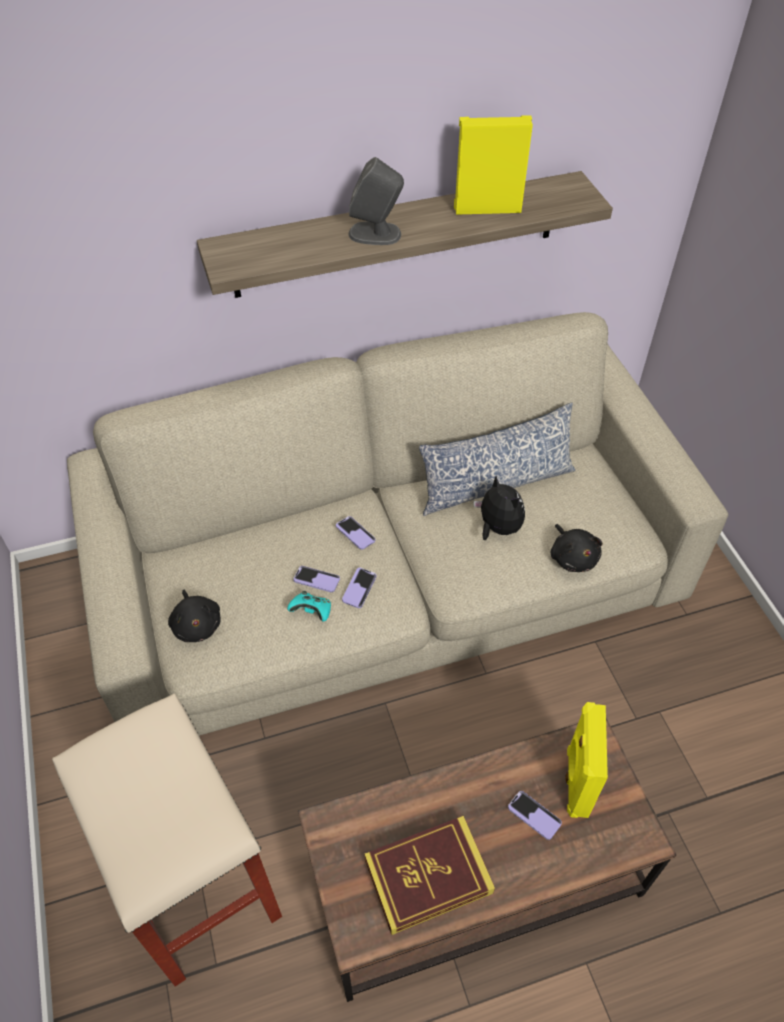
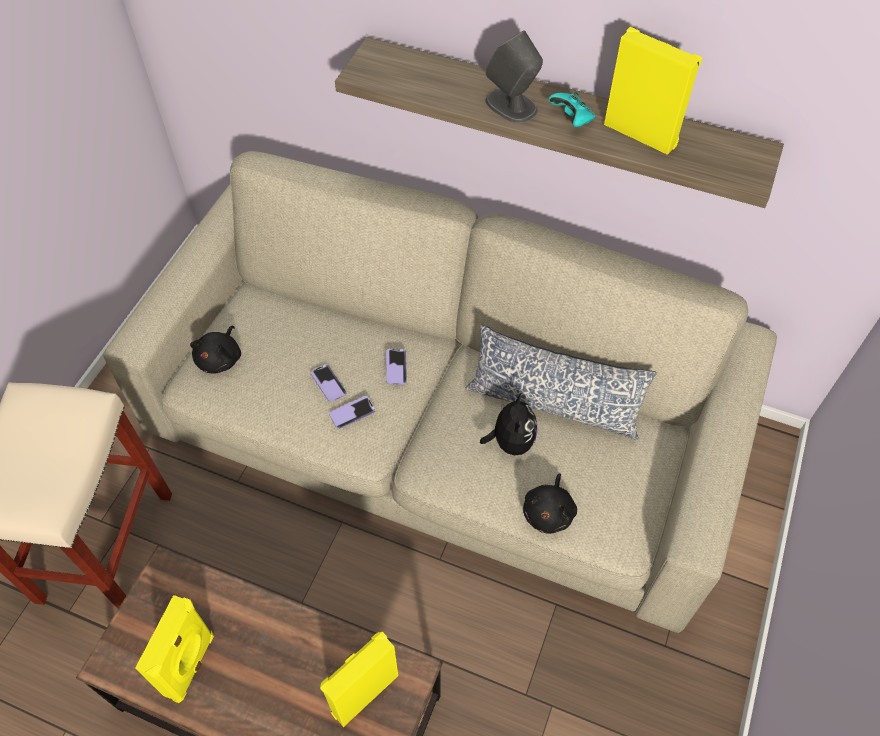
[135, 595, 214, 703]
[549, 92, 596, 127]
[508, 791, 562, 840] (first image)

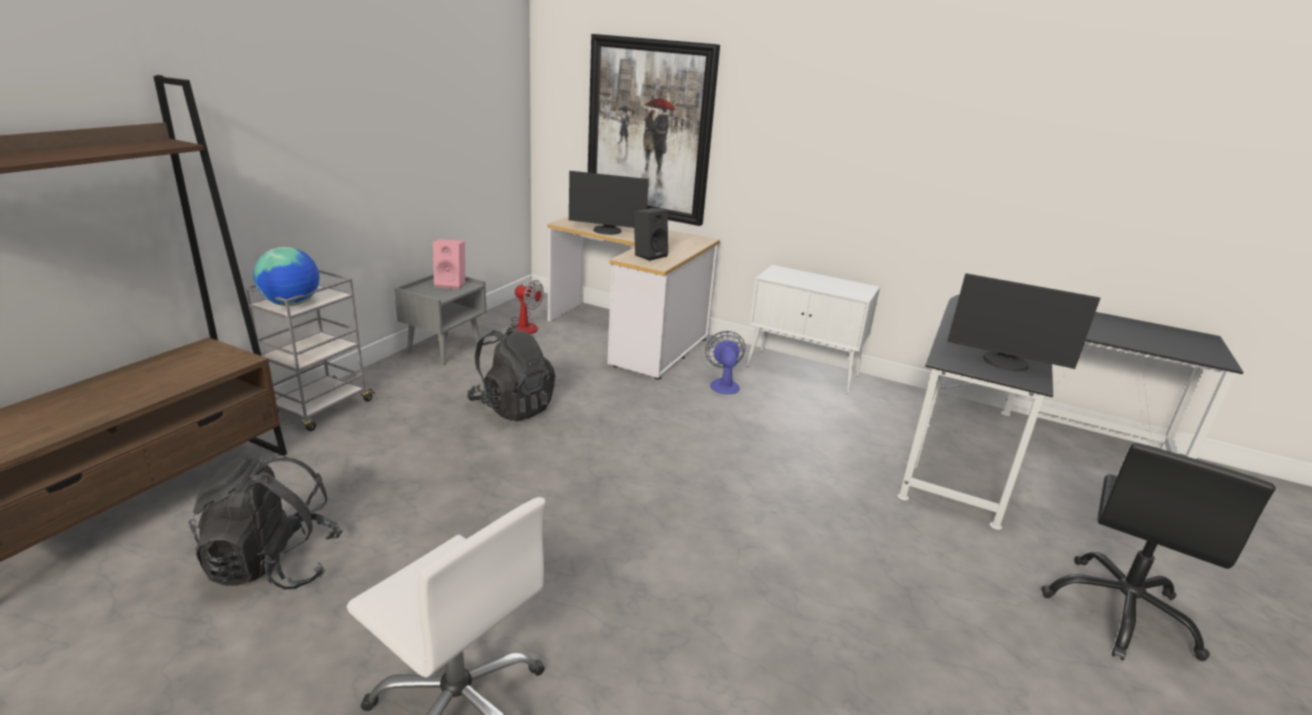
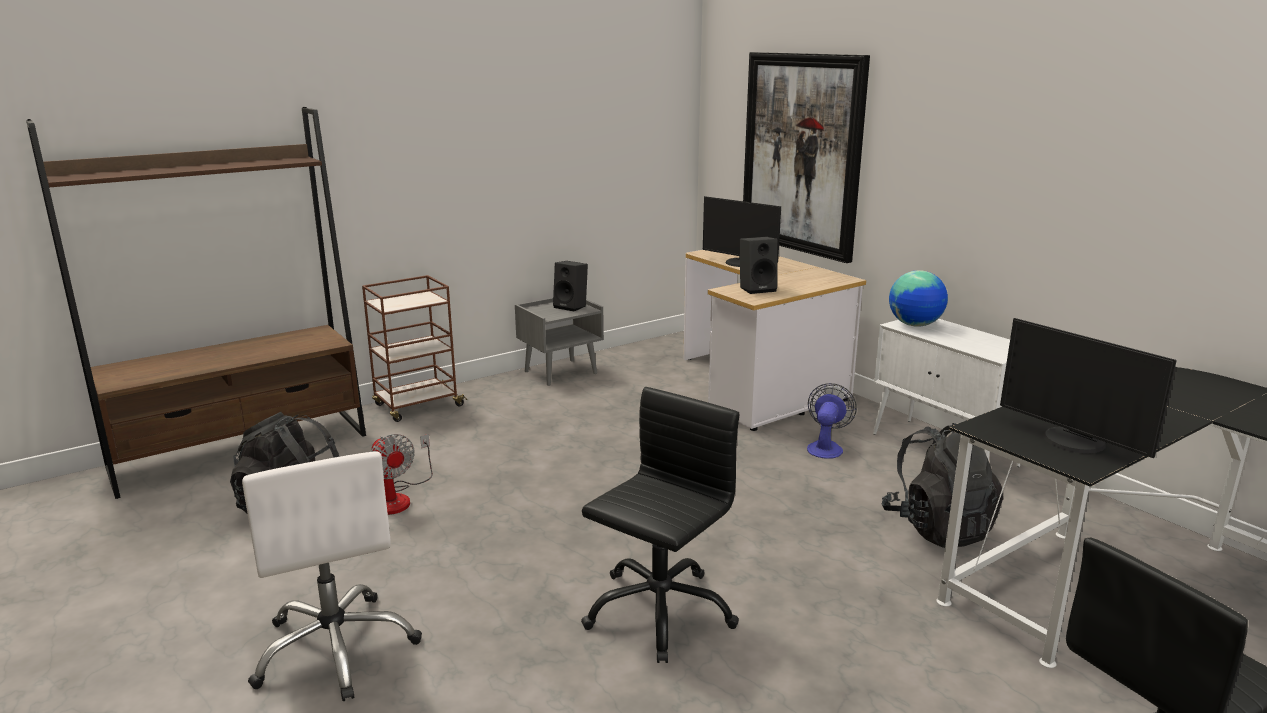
[362, 275, 467, 422]
[371, 434, 433, 515]
[553, 261, 588, 311]
[581, 387, 739, 663]
[882, 423, 1003, 548]
[889, 270, 948, 327]

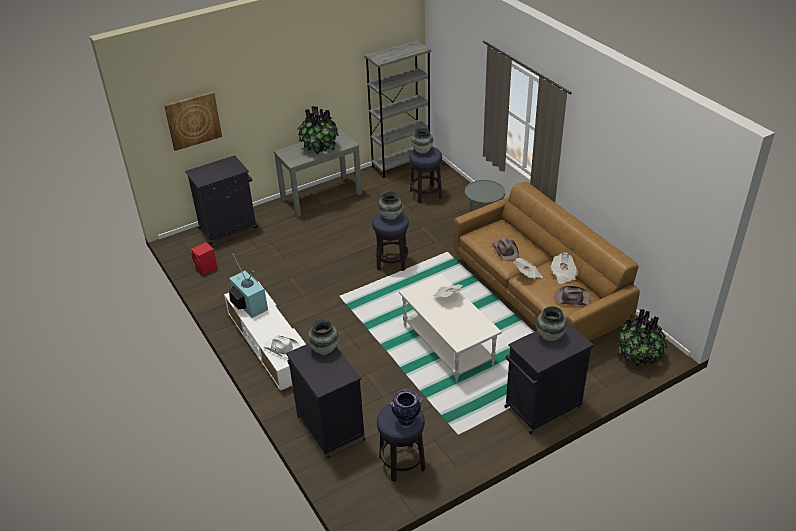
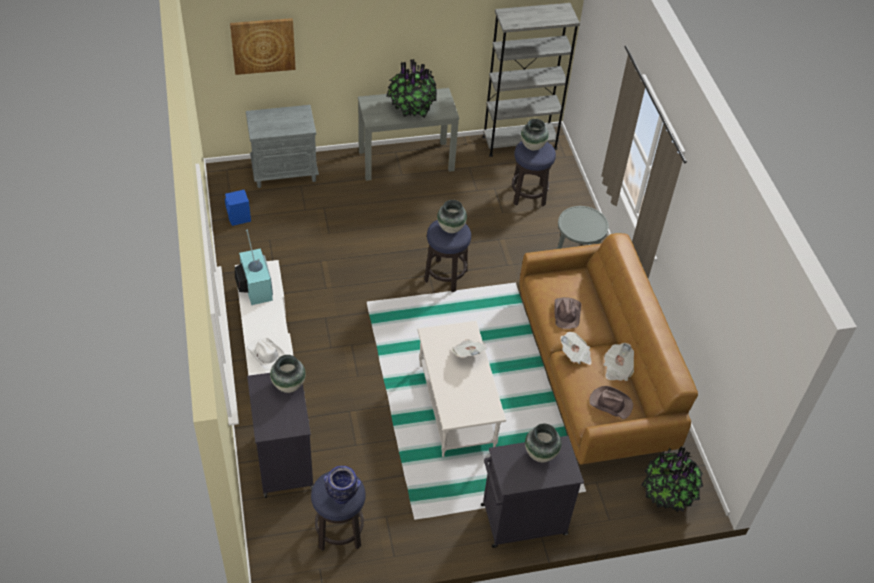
[225, 190, 251, 226]
[246, 105, 319, 188]

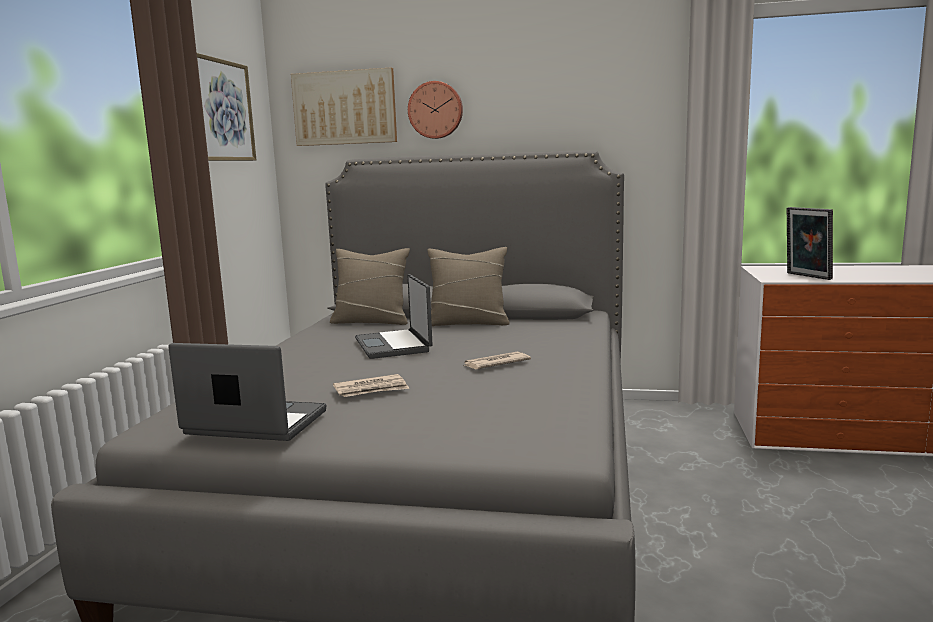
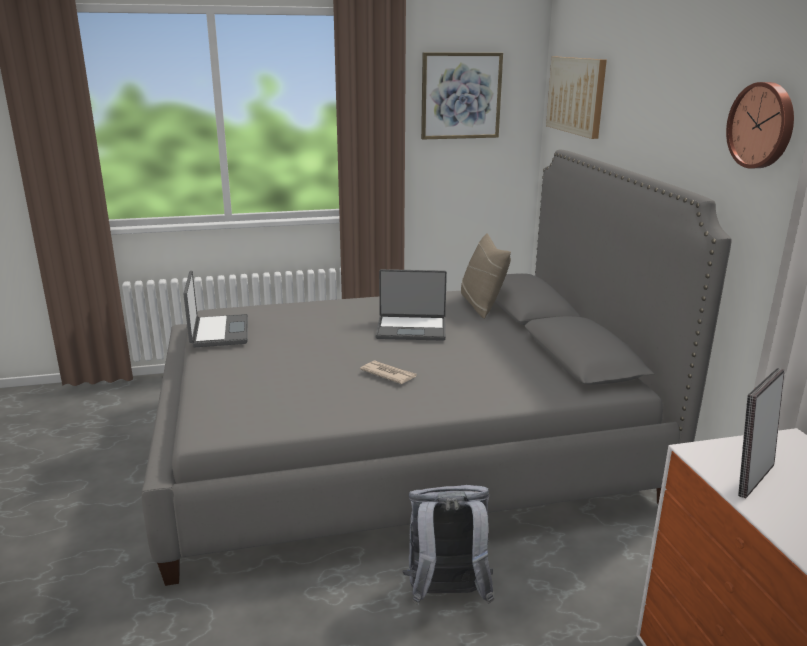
[376, 269, 447, 341]
[402, 485, 494, 605]
[726, 82, 794, 168]
[333, 374, 409, 397] (first image)
[427, 247, 510, 326] (first image)

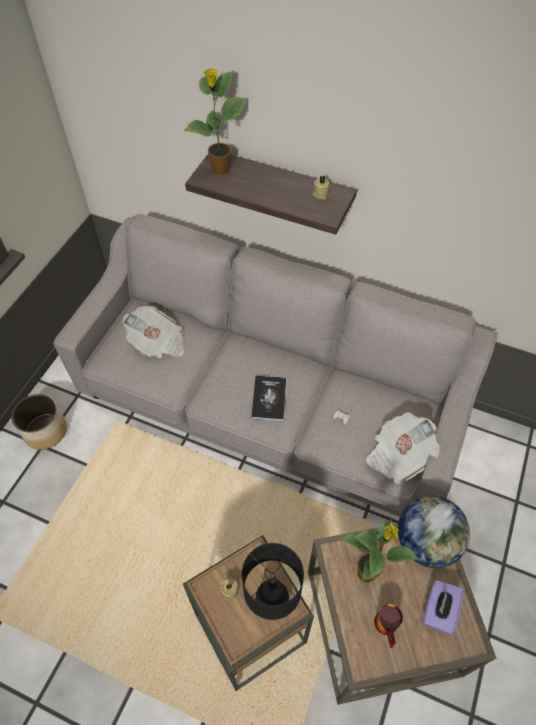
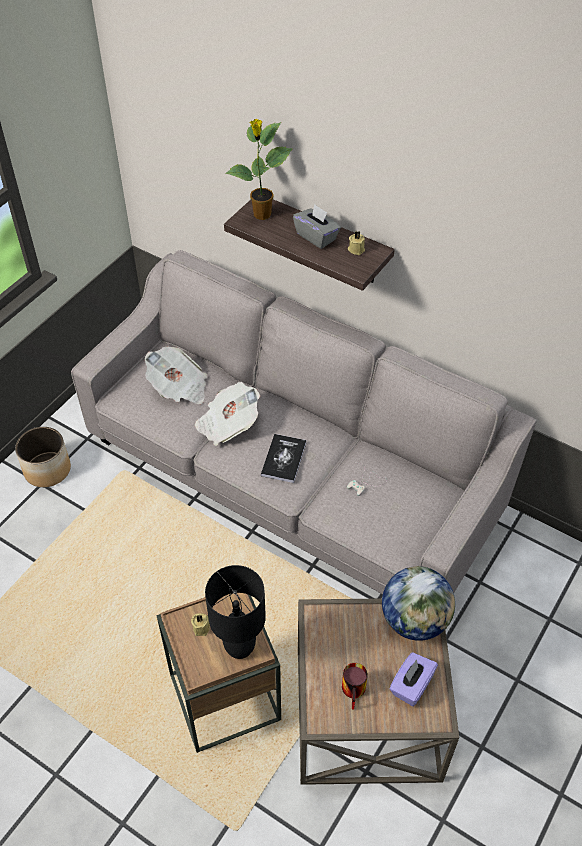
[195, 382, 260, 446]
[293, 204, 341, 249]
[341, 519, 420, 583] (first image)

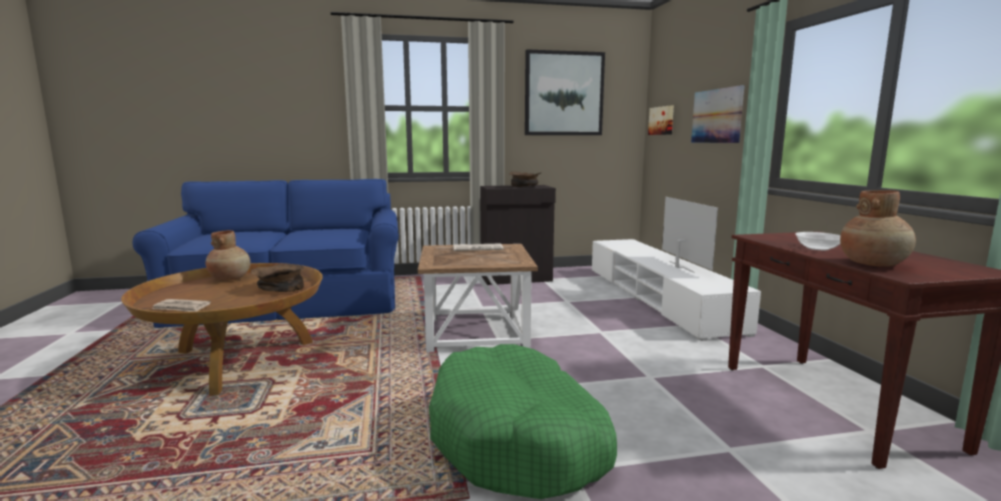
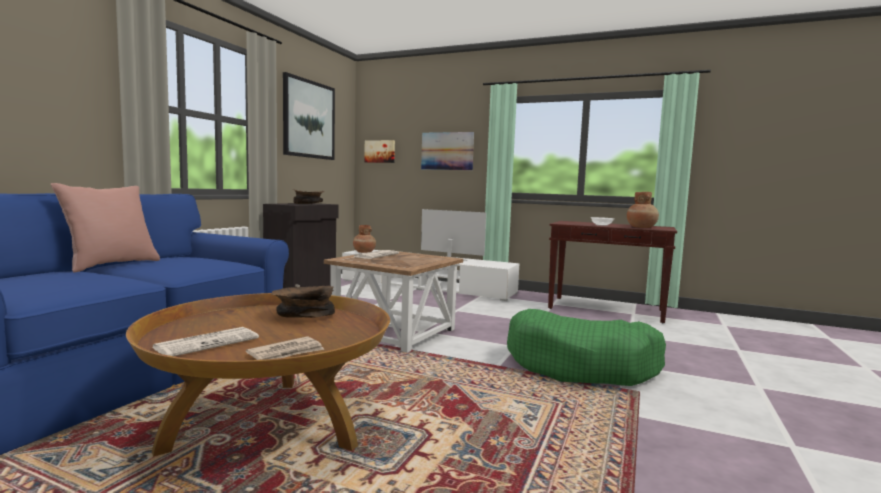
[51, 183, 160, 273]
[152, 327, 259, 356]
[353, 225, 376, 253]

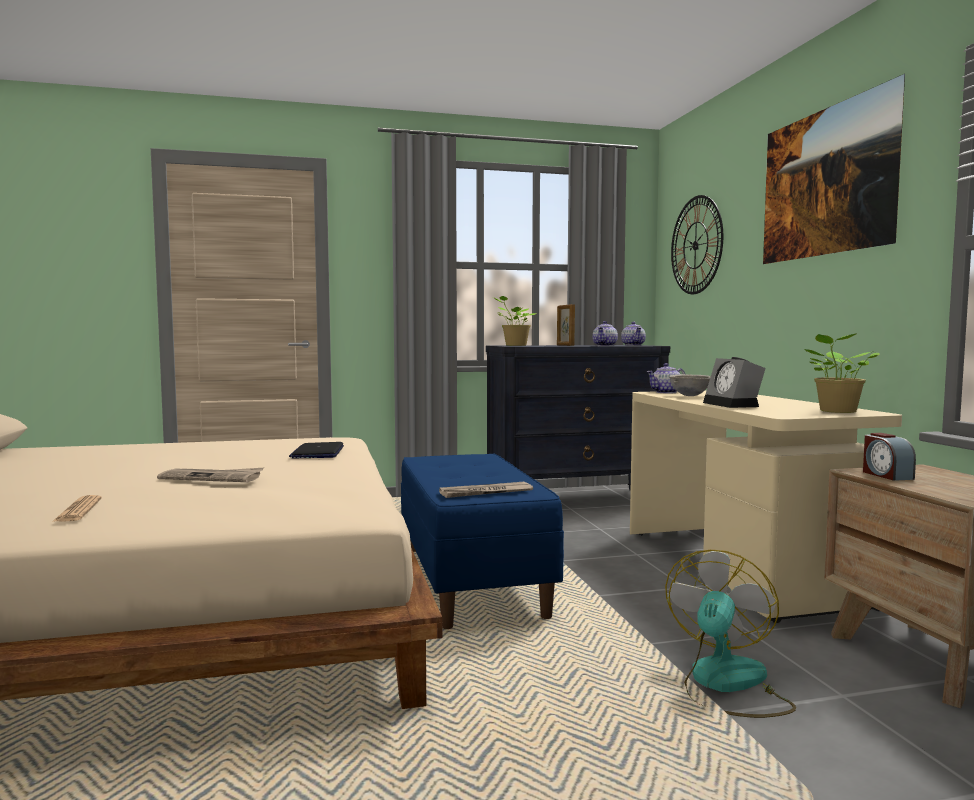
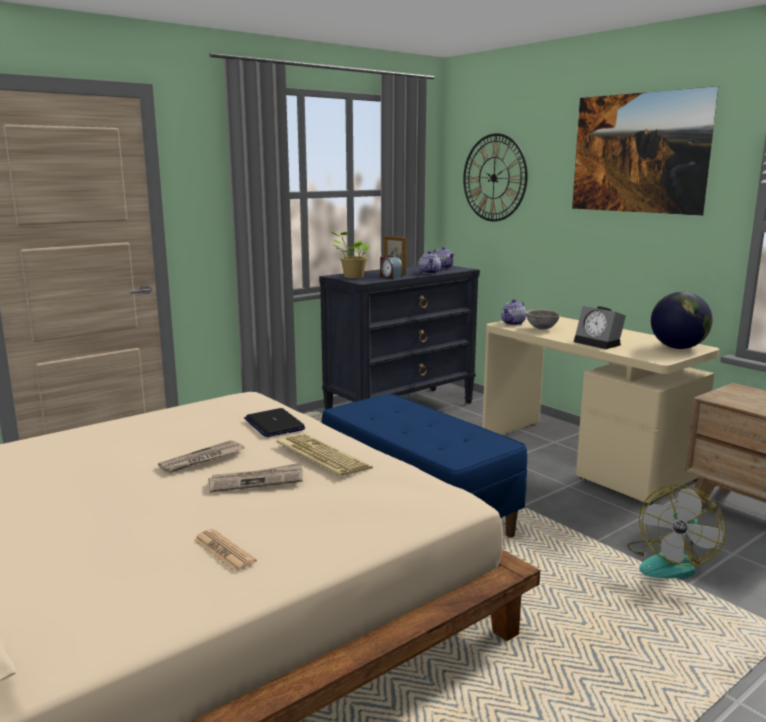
[158, 440, 244, 473]
[276, 434, 373, 476]
[380, 255, 402, 279]
[627, 485, 726, 579]
[651, 292, 712, 349]

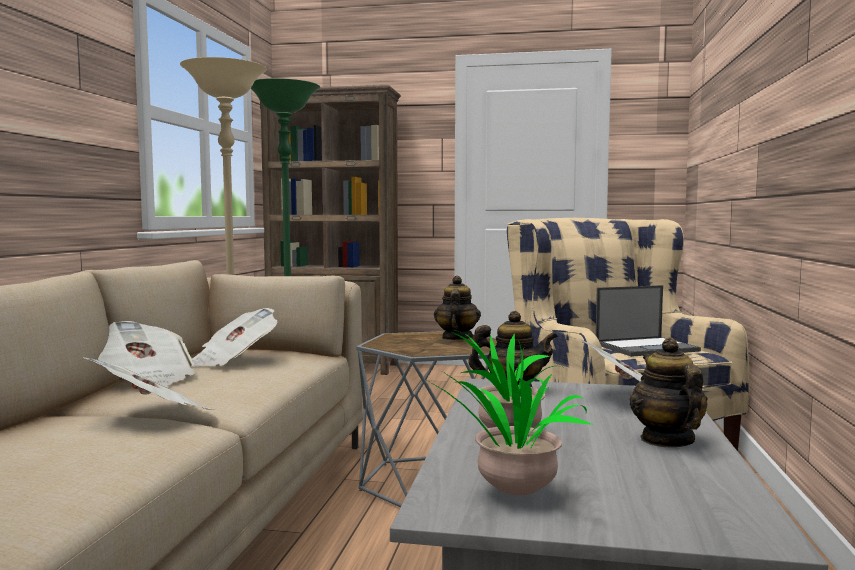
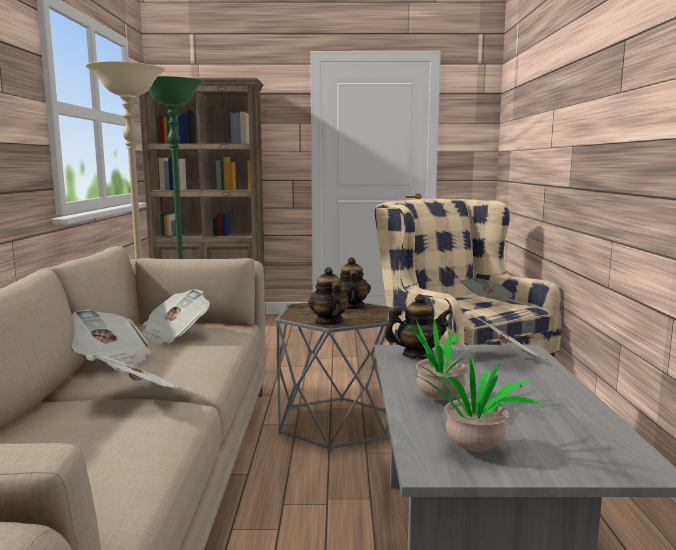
[308, 267, 349, 325]
[460, 278, 514, 301]

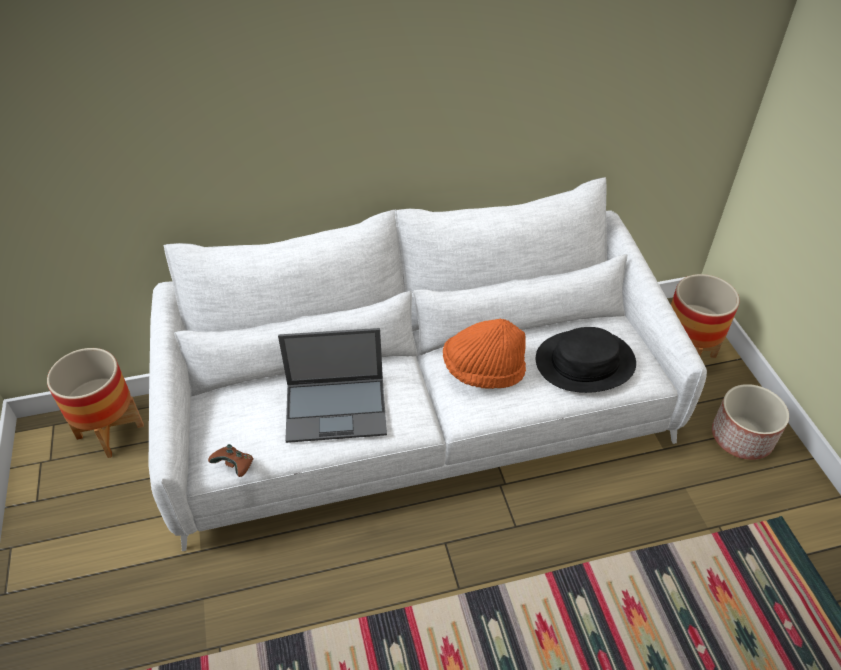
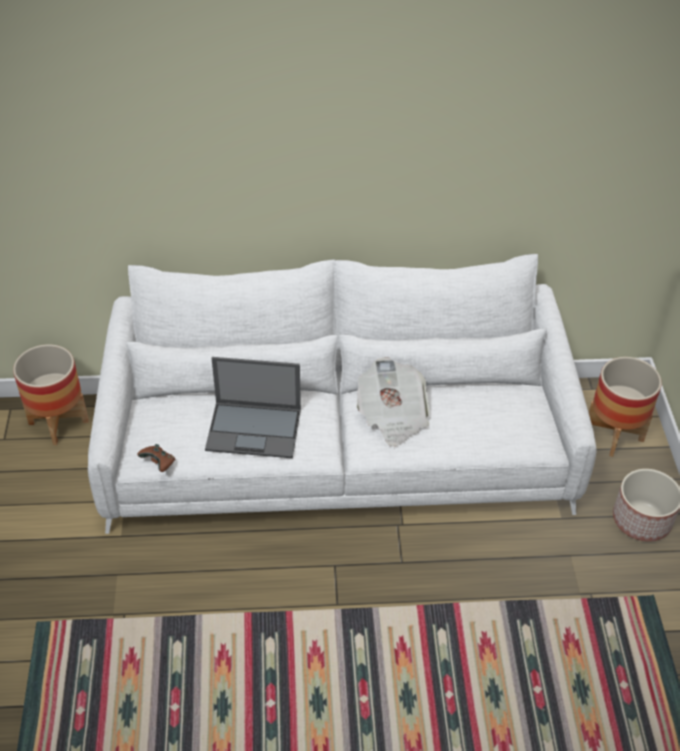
[356, 357, 429, 447]
[536, 327, 636, 393] (first image)

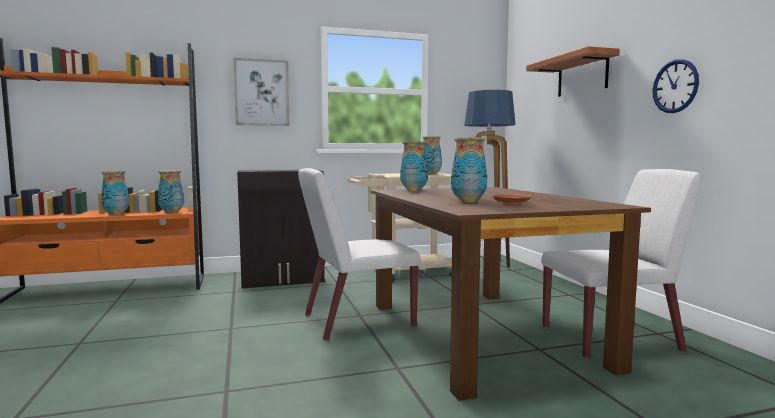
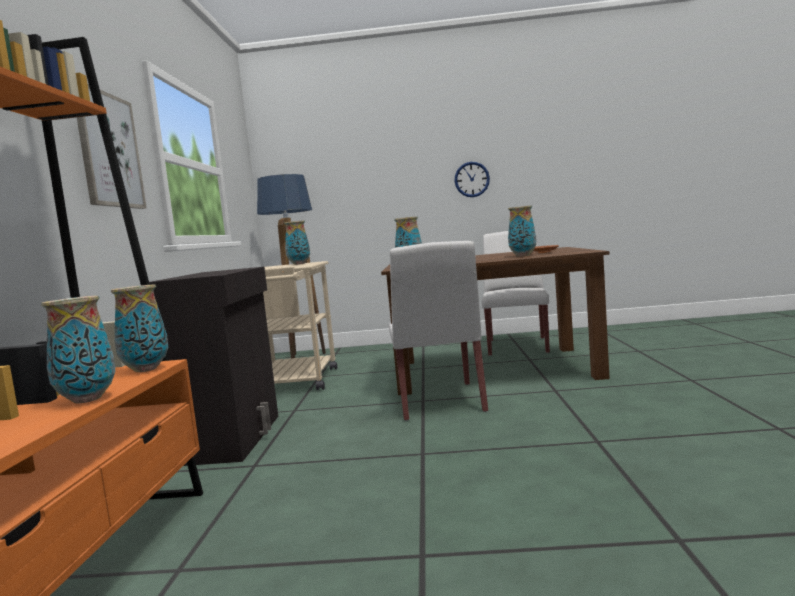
[526, 46, 619, 97] (first image)

